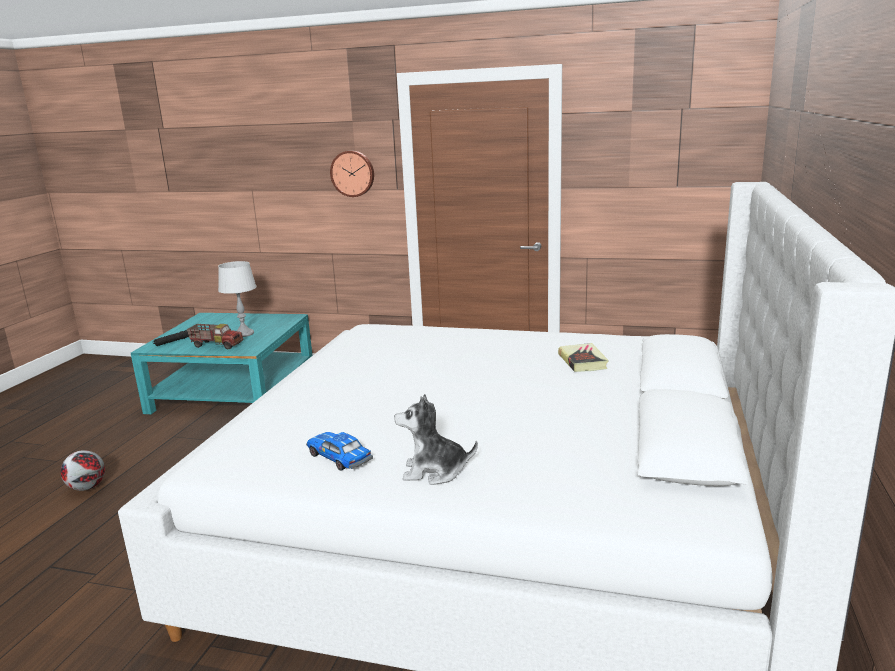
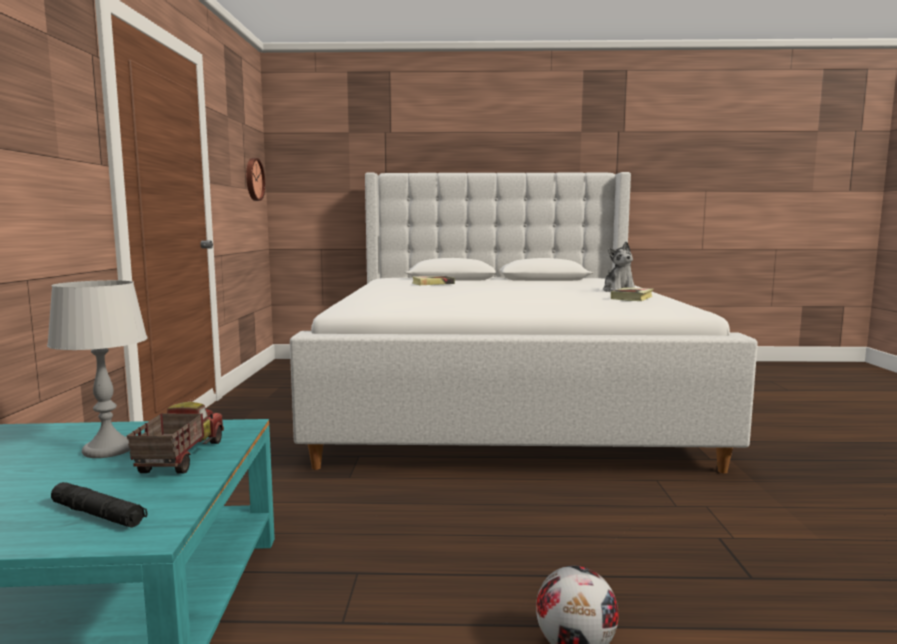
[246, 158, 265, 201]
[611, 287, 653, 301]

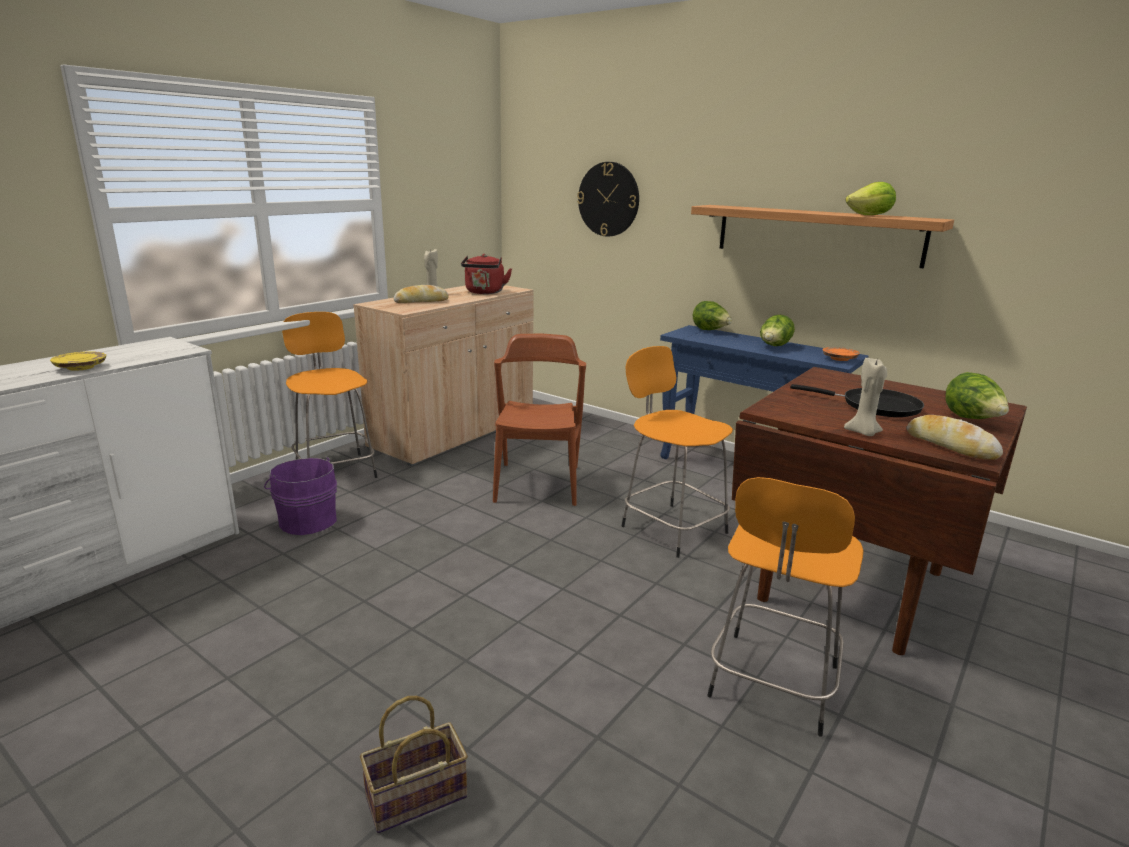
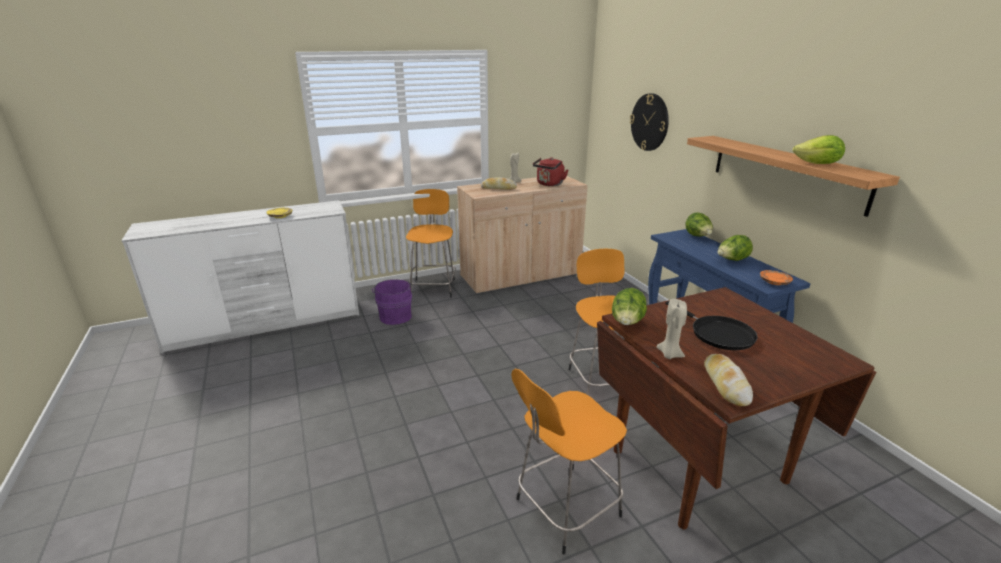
[612, 288, 647, 325]
[360, 696, 468, 833] (first image)
[493, 334, 586, 506] (first image)

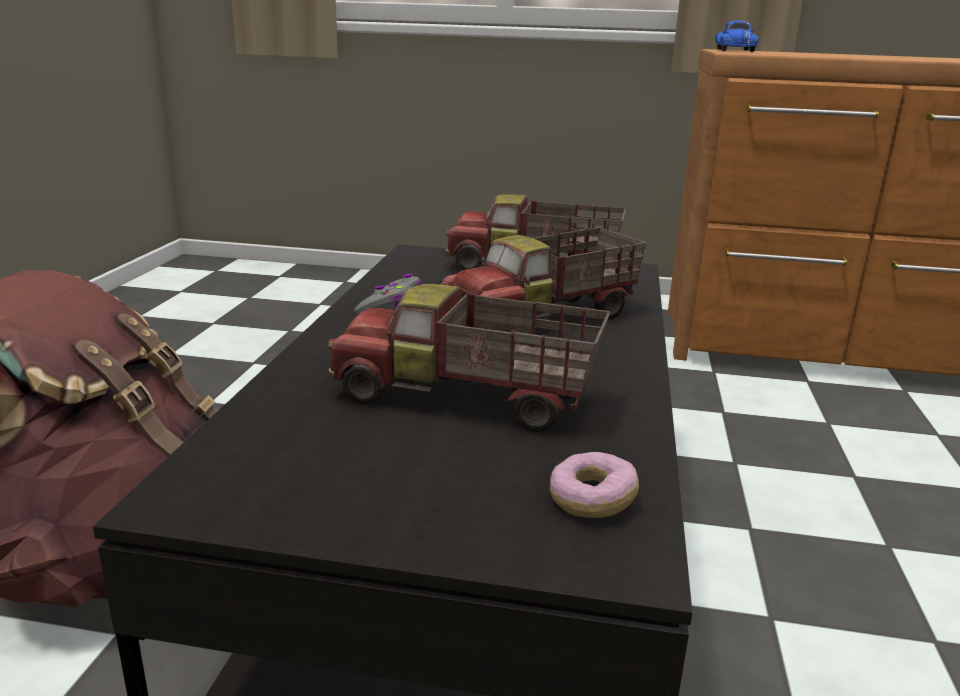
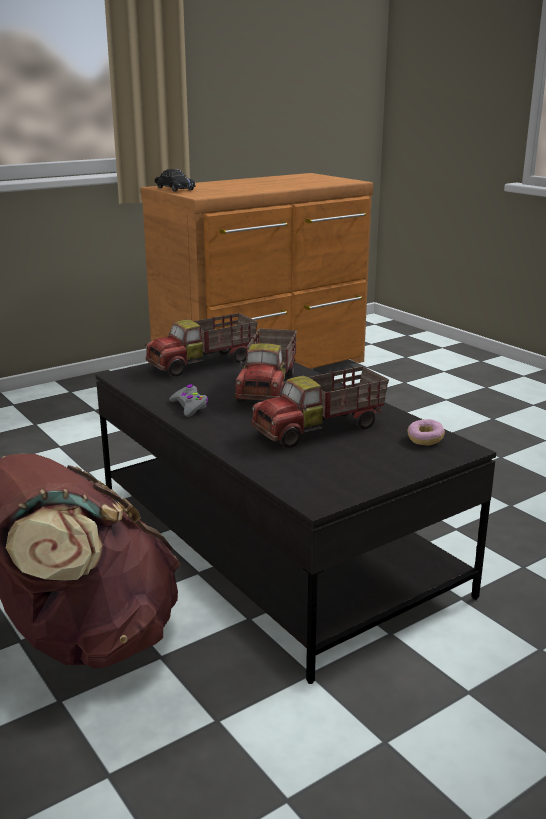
[155, 169, 196, 192]

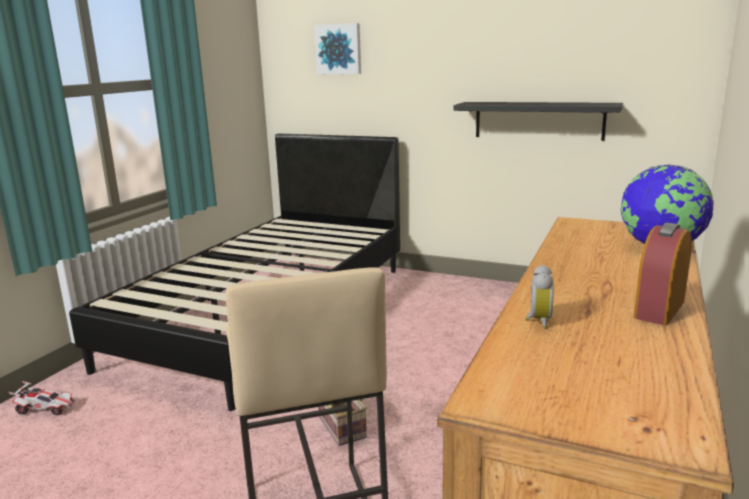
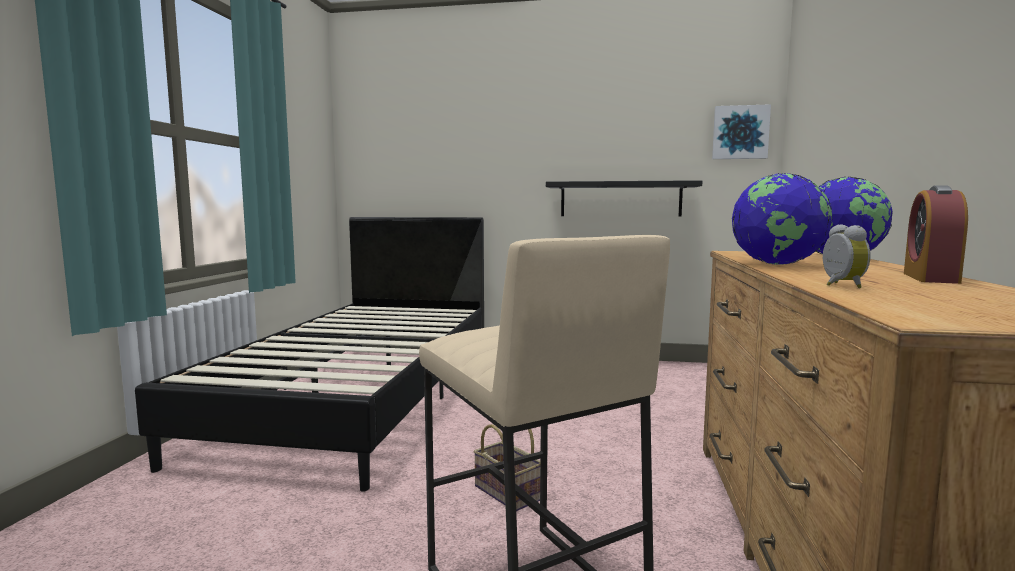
[712, 104, 771, 159]
[732, 173, 832, 265]
[9, 381, 75, 415] (first image)

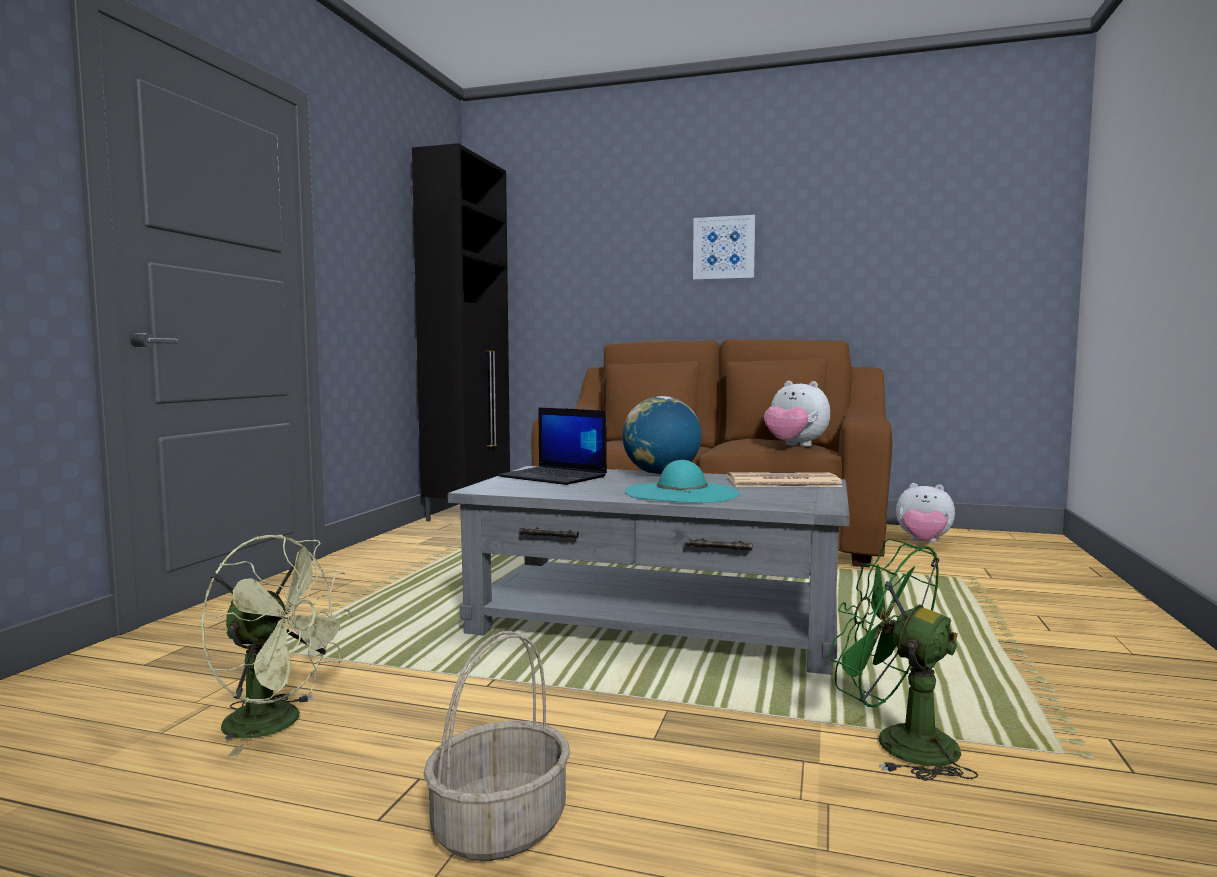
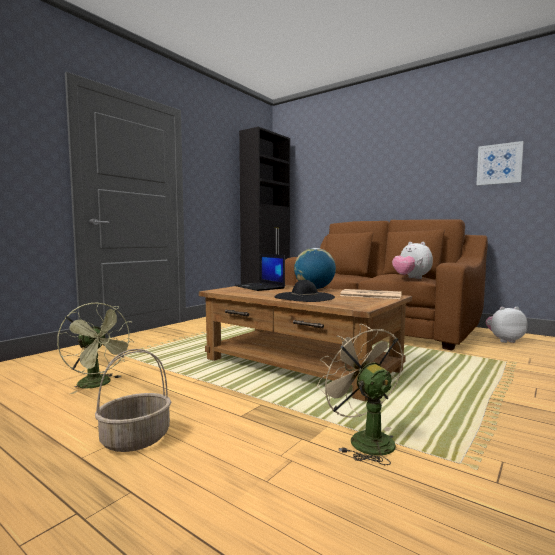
[199, 285, 412, 401]
[275, 280, 335, 302]
[317, 324, 403, 465]
[476, 141, 524, 186]
[486, 307, 527, 343]

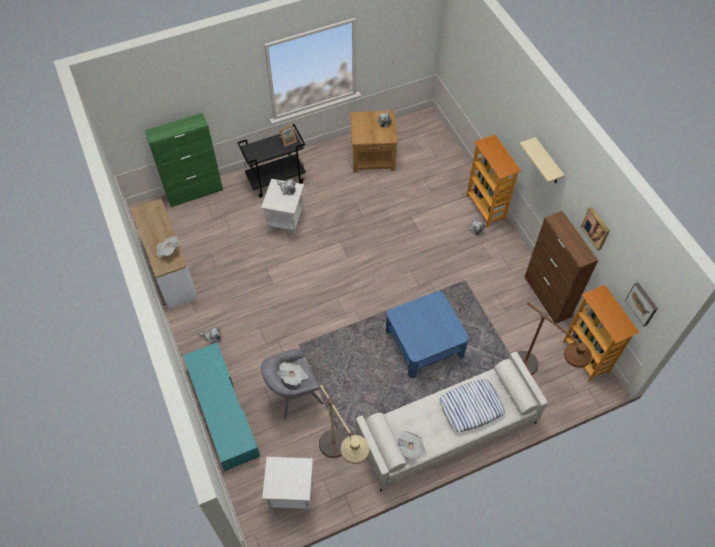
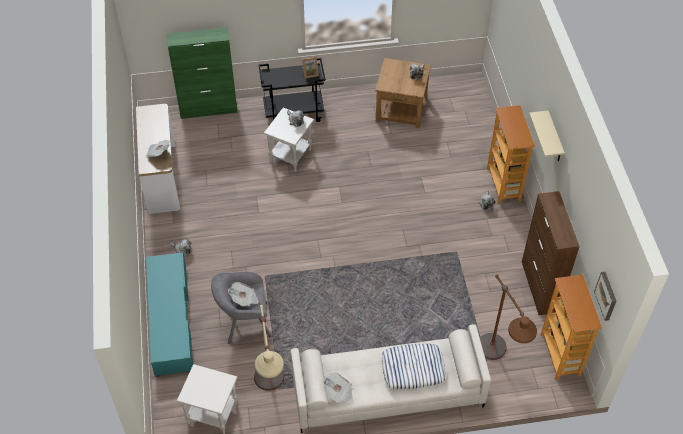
[386, 291, 469, 378] (first image)
[581, 207, 610, 251] (first image)

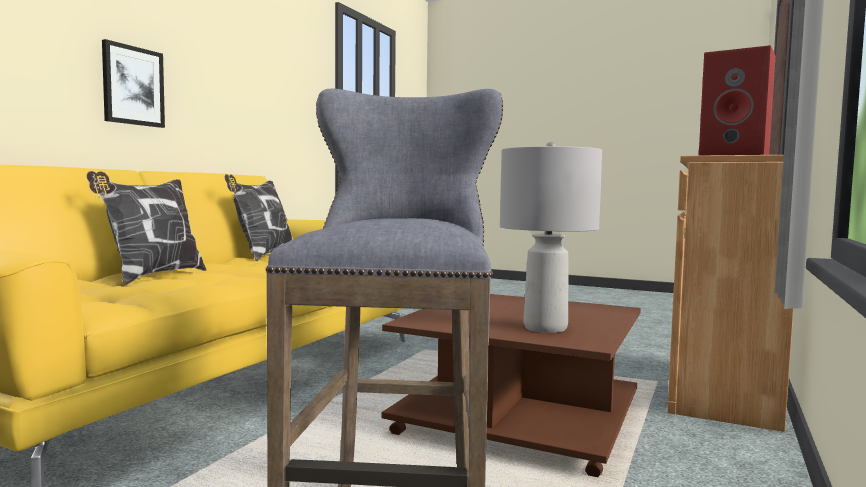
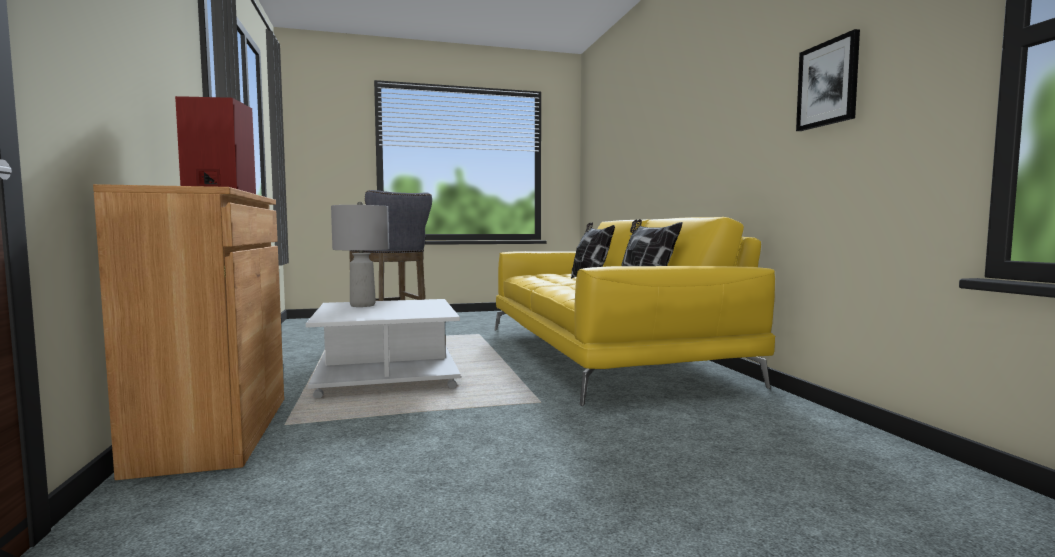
[306, 299, 461, 398]
[796, 29, 860, 131]

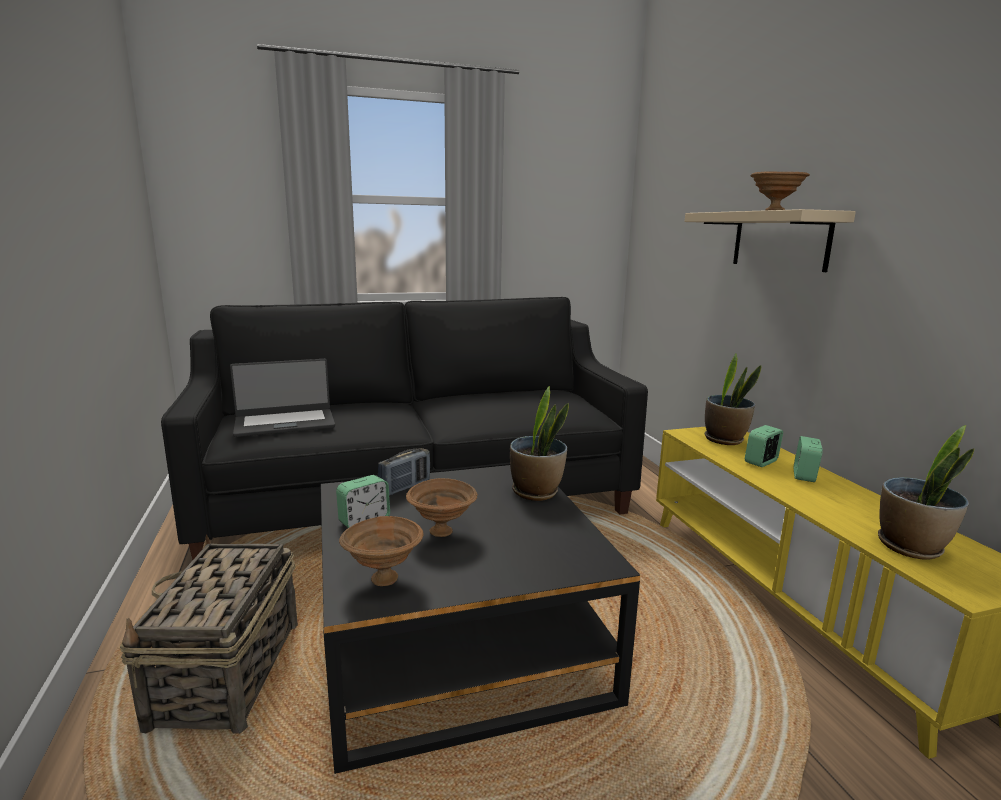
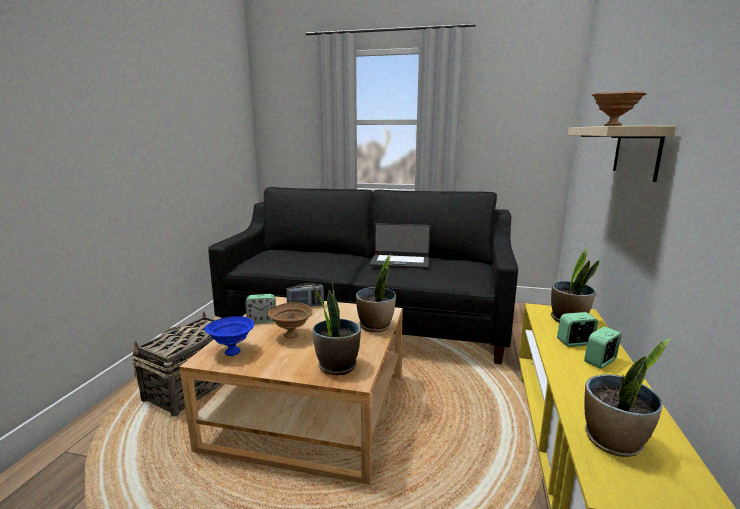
[180, 296, 403, 485]
[205, 316, 254, 356]
[313, 282, 361, 375]
[370, 223, 430, 269]

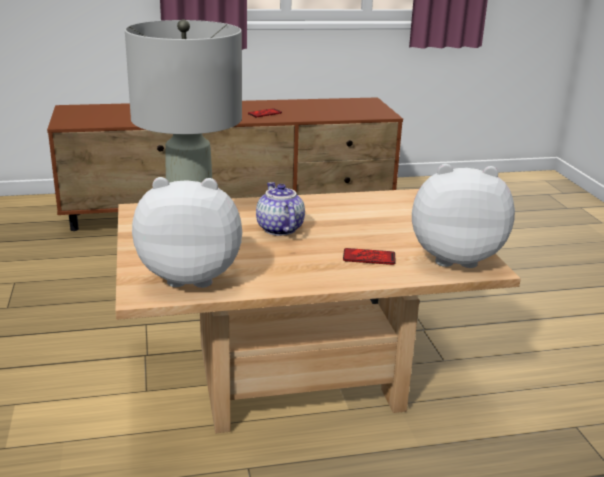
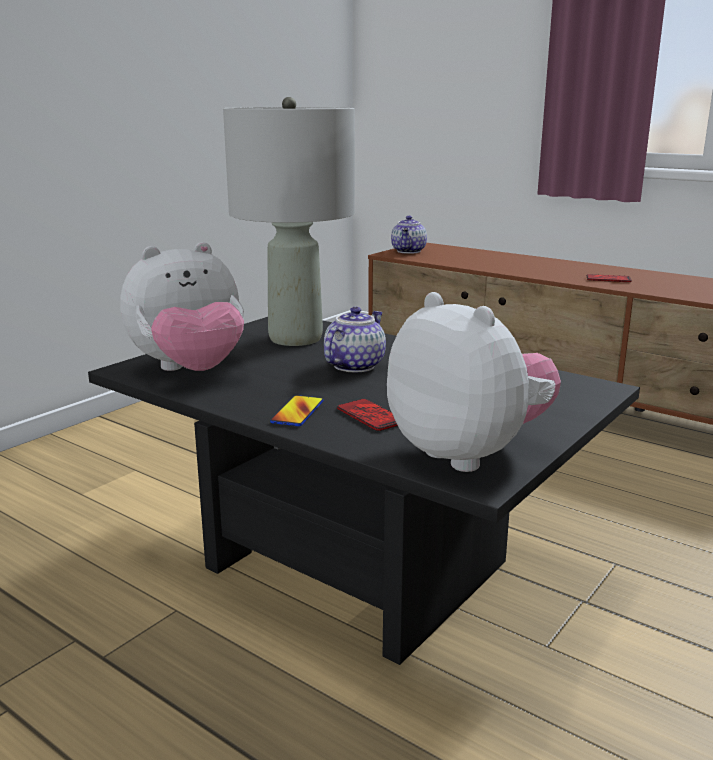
[88, 317, 640, 665]
[120, 242, 244, 371]
[270, 395, 324, 426]
[391, 216, 427, 254]

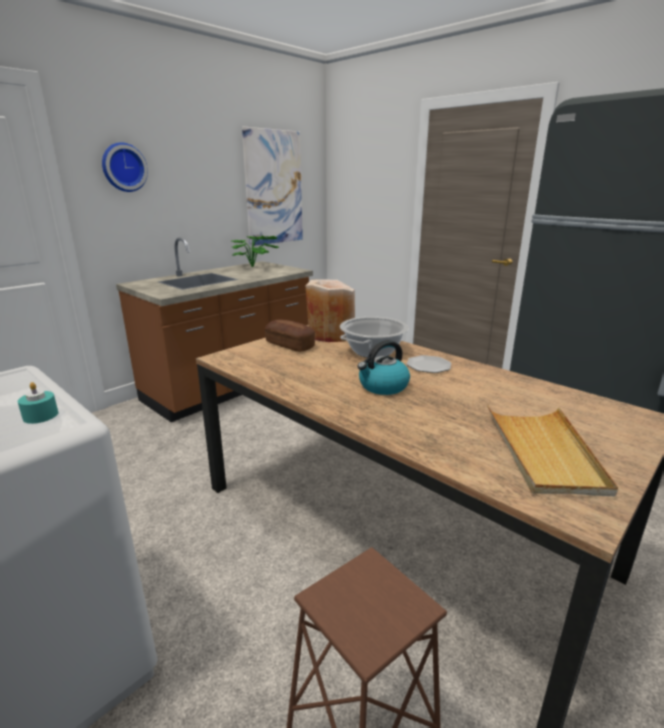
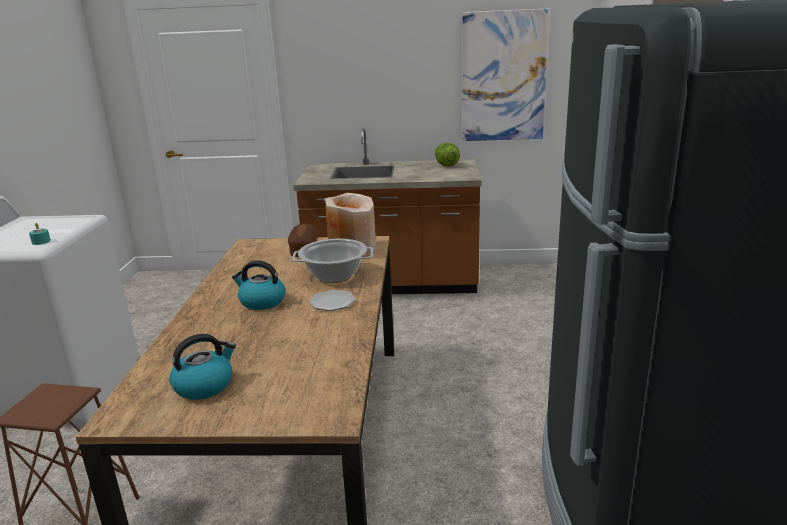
[170, 334, 236, 400]
[435, 142, 460, 166]
[102, 142, 148, 192] (first image)

